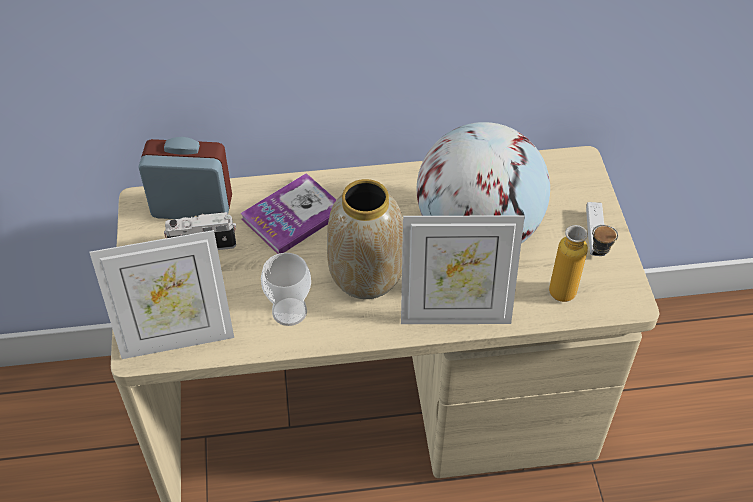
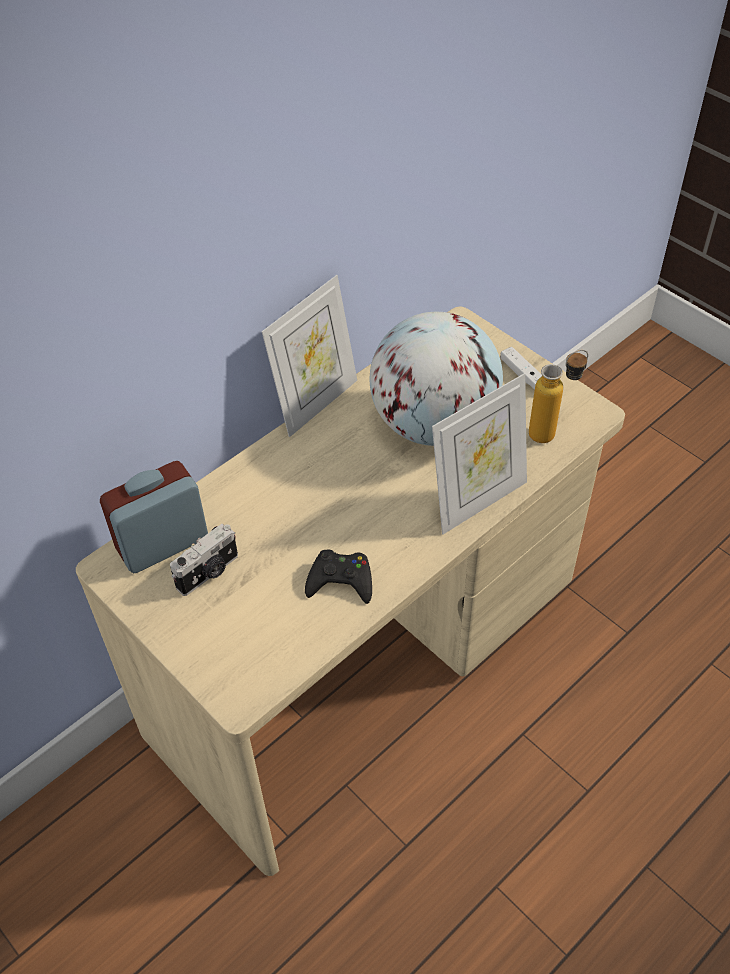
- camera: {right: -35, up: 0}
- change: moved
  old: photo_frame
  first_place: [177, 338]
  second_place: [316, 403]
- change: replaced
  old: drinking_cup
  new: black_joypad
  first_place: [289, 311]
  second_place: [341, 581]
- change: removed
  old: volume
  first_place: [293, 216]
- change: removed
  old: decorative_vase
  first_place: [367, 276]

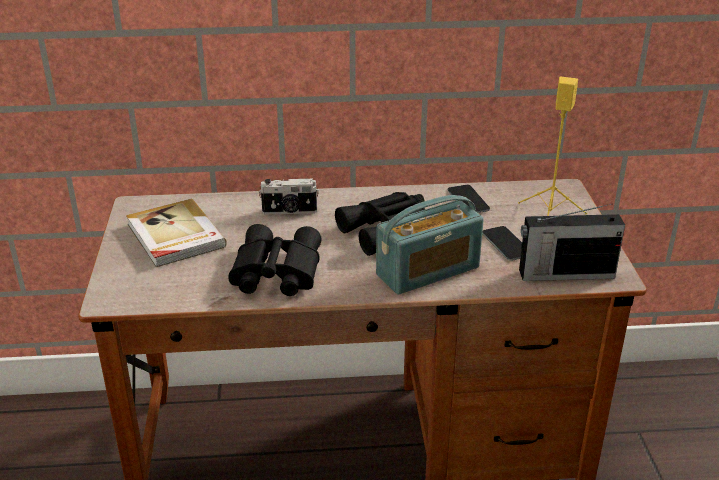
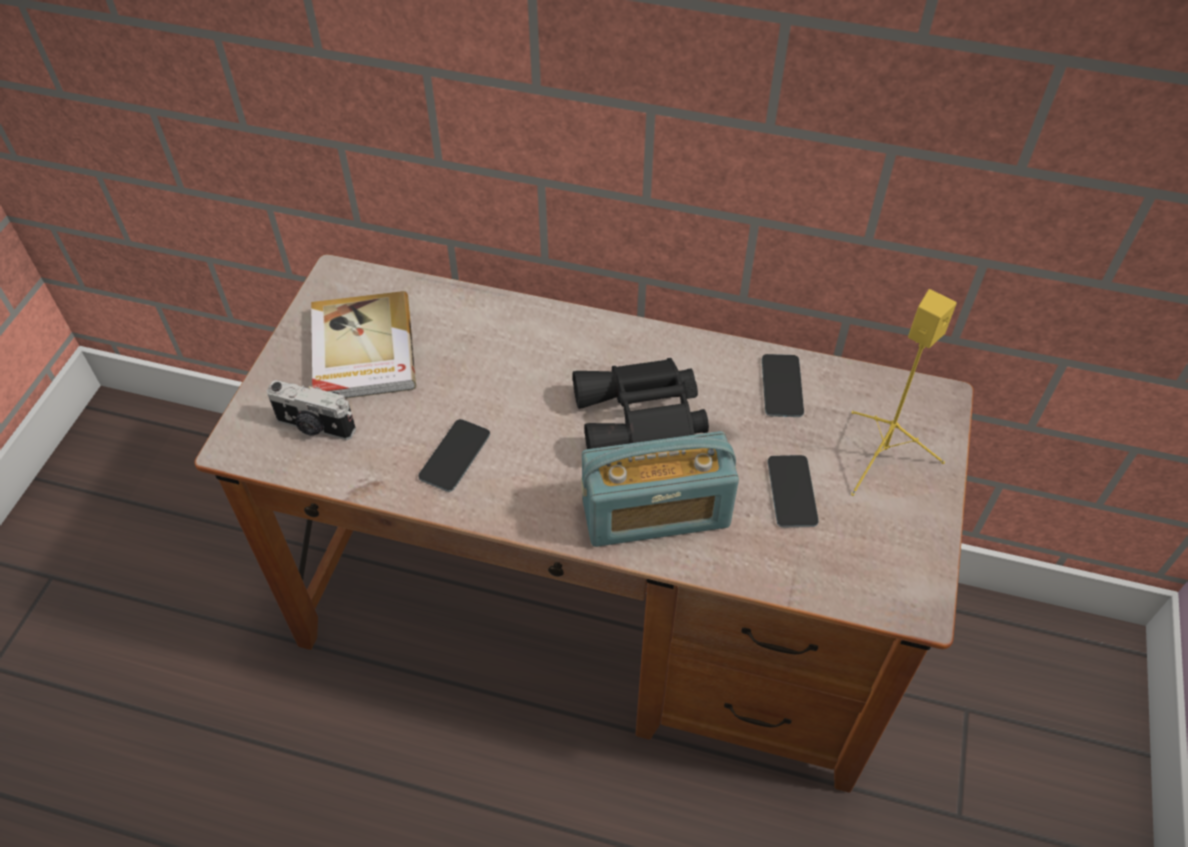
- camera: {right: 20, up: 20}
- change: moved
  old: still_camera
  first_place: [289, 211]
  second_place: [315, 427]
- change: replaced
  old: black_pair_of_binoculars
  new: telephone
  first_place: [274, 272]
  second_place: [455, 455]
- change: removed
  old: radio_set
  first_place: [564, 274]

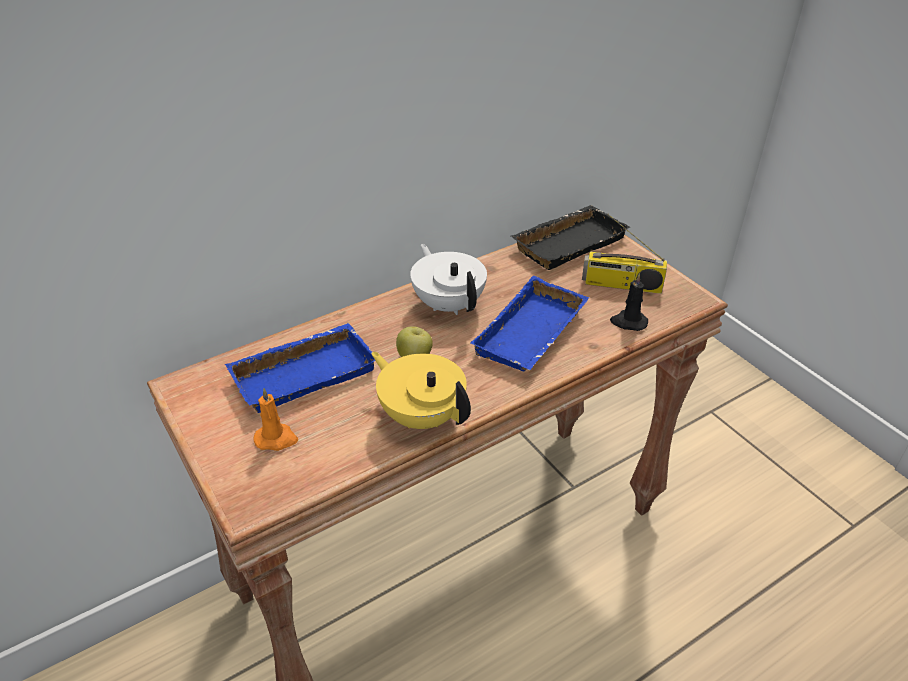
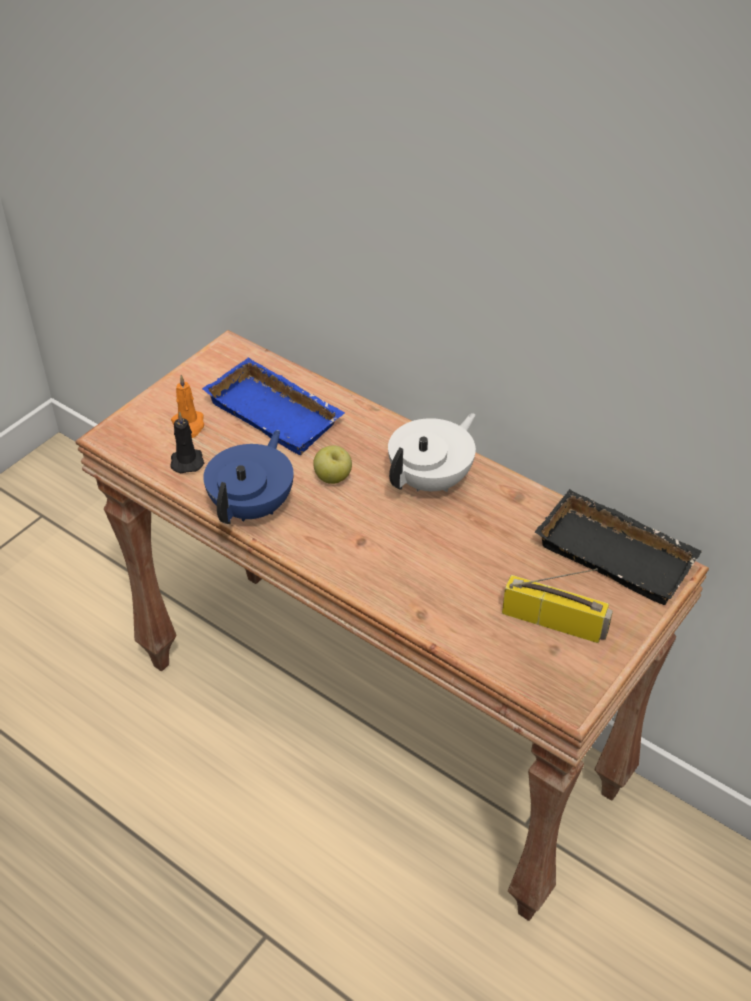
- camera: {right: 70, up: 5}
- change: moved
  old: black_wax_candle
  first_place: [628, 322]
  second_place: [187, 460]
- change: recoloured
  old: yellow_pot_for_tea
  new: blue-coloured_pot_for_tea
  first_place: [422, 415]
  second_place: [253, 506]
- change: turned
  old: radio_set
  first_place: [621, 285]
  second_place: [555, 621]
  degrees: 120
- change: removed
  old: blue-coloured_serving_tray
  first_place: [532, 335]

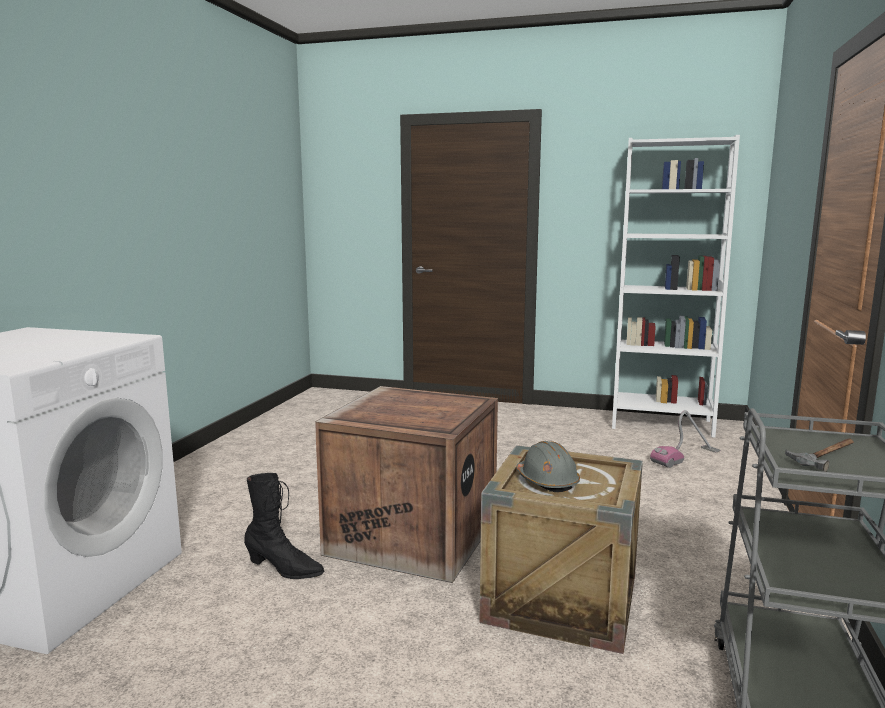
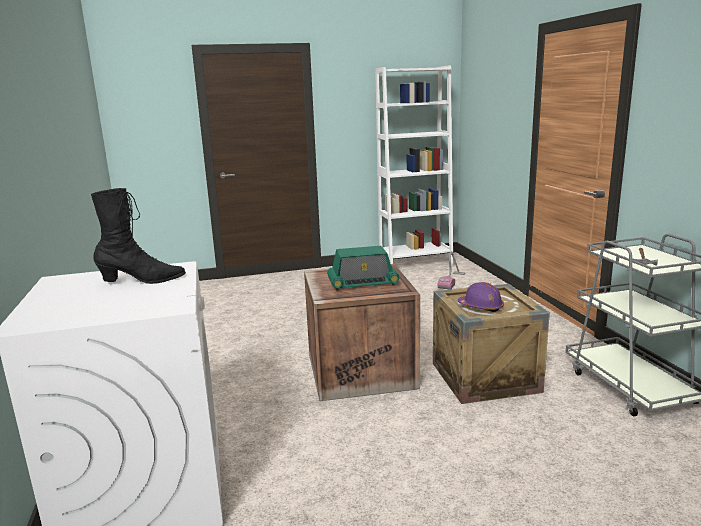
- camera: {right: -30, up: 5}
- change: moved
  old: black_high-top_boot
  first_place: [284, 569]
  second_place: [142, 281]
- change: added
  new: radio_set
  second_place: [362, 283]
- change: recoloured
  old: gray_safety_helmet
  new: purplish_safety_helmet
  first_place: [547, 481]
  second_place: [481, 307]

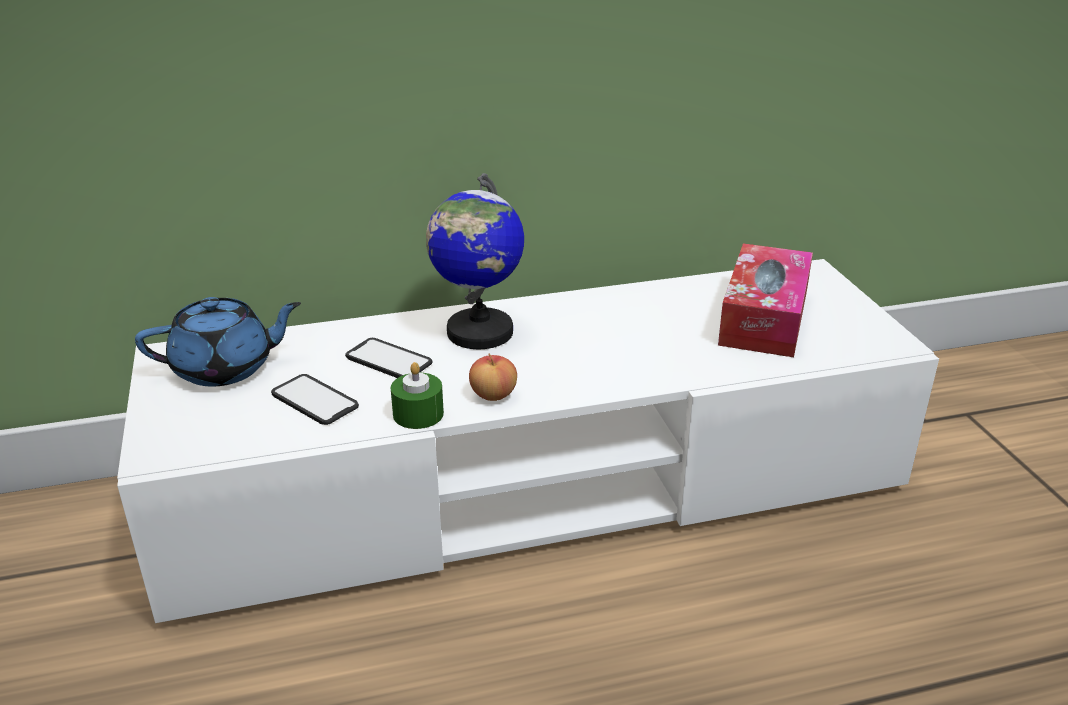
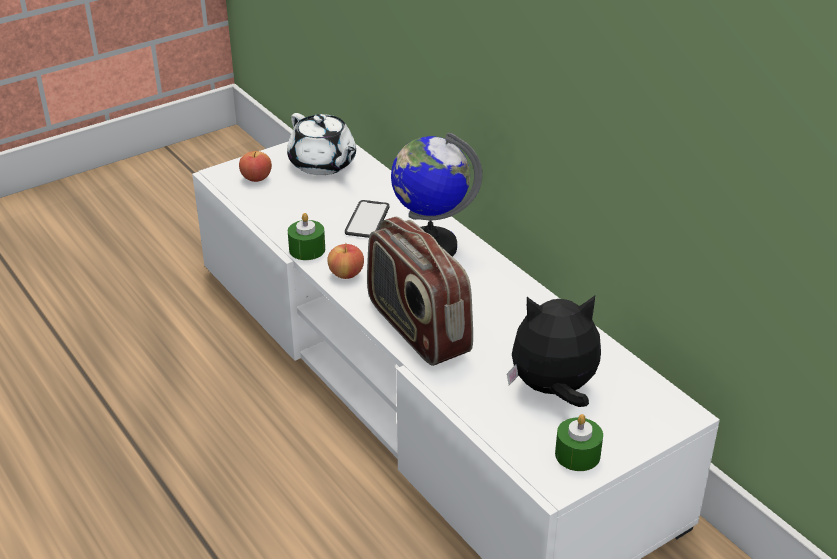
- camera: {right: 70, up: 5}
- change: added
  new: apple
  second_place: [256, 178]
- change: recoloured
  old: blue-coloured_pot_for_tea
  new: whitish_pot_for_tea
  first_place: [225, 368]
  second_place: [323, 164]
- change: added
  new: radio_set
  second_place: [417, 328]
- change: replaced
  old: tissue_box
  new: plush_toy
  first_place: [764, 318]
  second_place: [553, 390]
- change: added
  new: green_wax_candle
  second_place: [577, 455]
- change: removed
  old: telephone
  first_place: [314, 400]

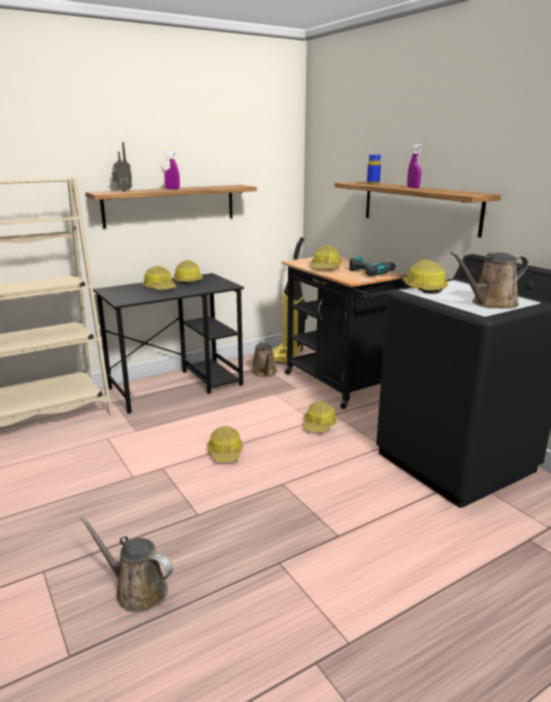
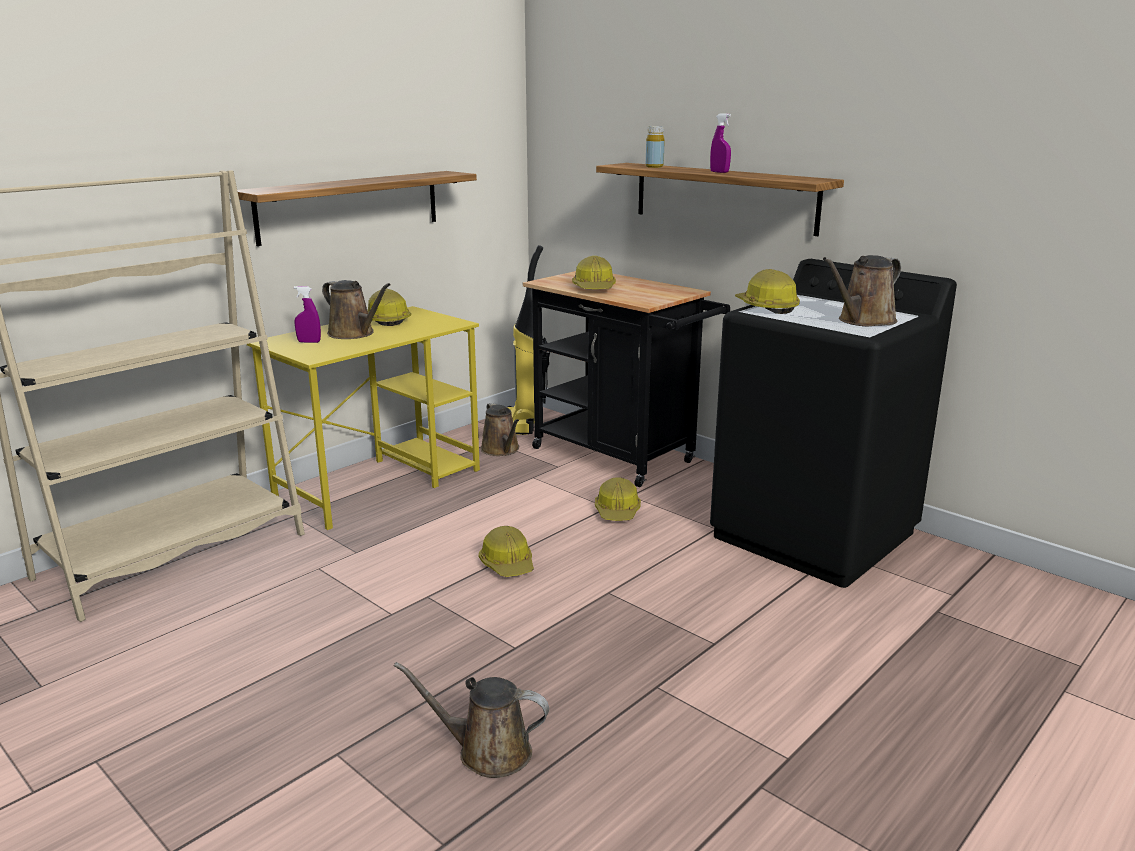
- camera: {right: -15, up: 0}
- change: recoloured
  old: black_desk_table
  new: yellow_desk_table
  first_place: [177, 386]
  second_place: [380, 483]
- change: moved
  old: purplish_hand_sprayer
  first_place: [172, 189]
  second_place: [309, 342]
- change: replaced
  old: safety_helmet
  new: brownish_watering_pot
  first_place: [160, 288]
  second_place: [354, 334]
- change: recoloured
  old: blue-coloured_bottle
  new: yellow_bottle
  first_place: [373, 184]
  second_place: [654, 167]
- change: removed
  old: radio_set
  first_place: [122, 191]
- change: removed
  old: drill
  first_place: [371, 272]

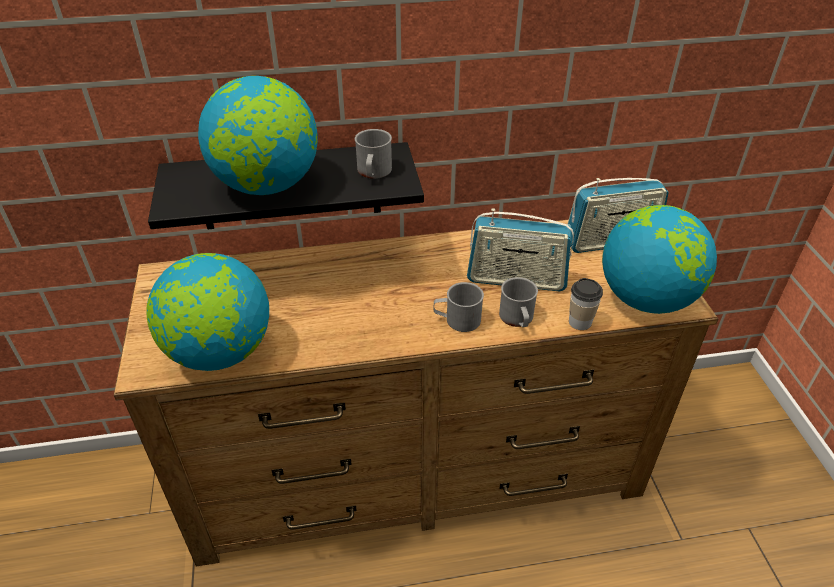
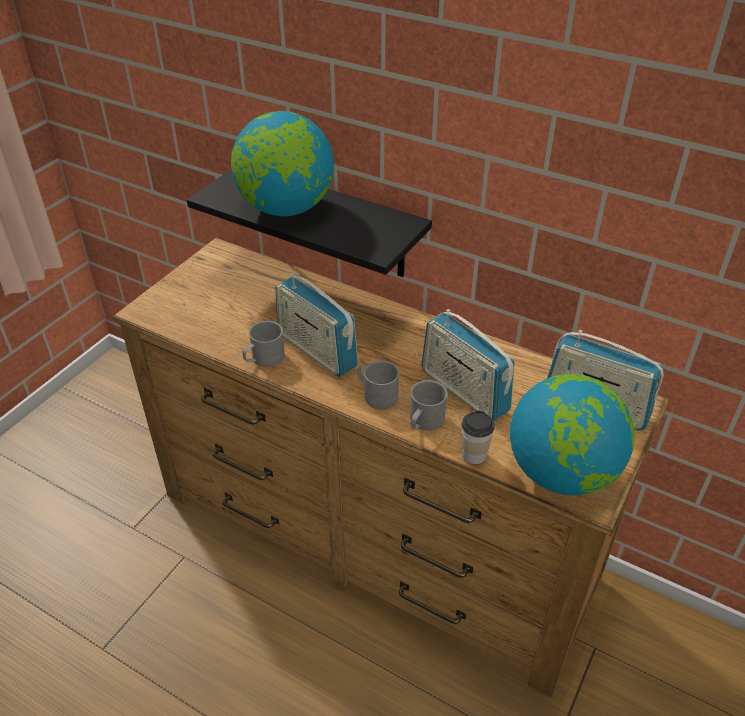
- camera: {right: 40, up: 0}
- change: moved
  old: gray_coffee_mug
  first_place: [373, 173]
  second_place: [264, 359]
- change: added
  new: radio_set
  second_place: [316, 351]
- change: removed
  old: globe
  first_place: [219, 352]

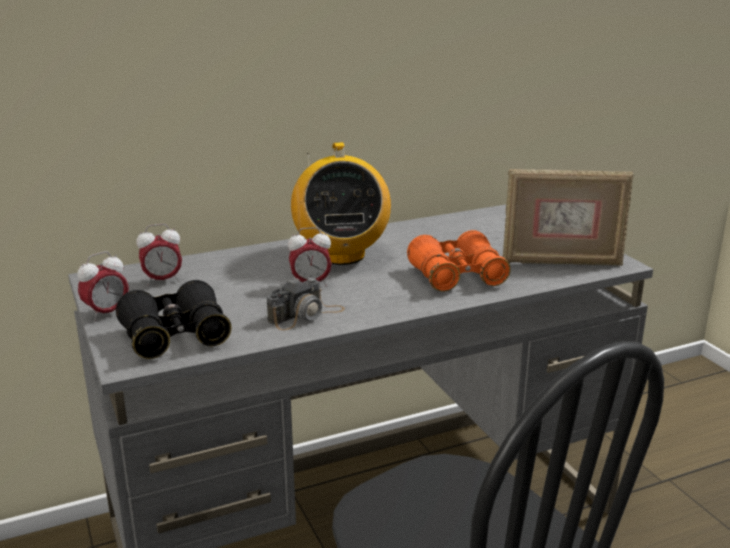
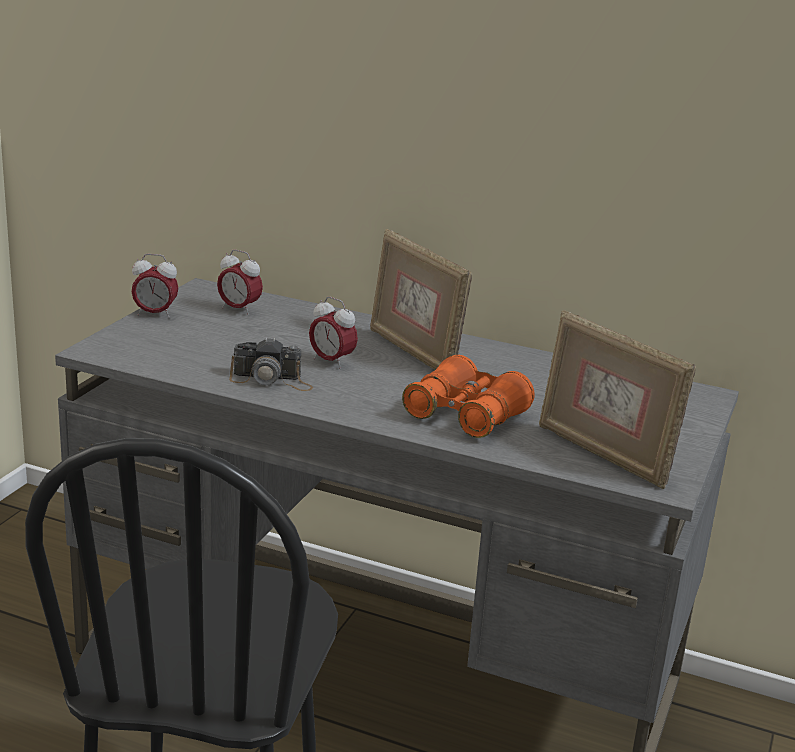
- camera: {right: 45, up: 0}
- change: replaced
  old: radio_set
  new: photo_frame
  first_place: [341, 255]
  second_place: [414, 353]
- change: removed
  old: black_pair_of_binoculars
  first_place: [175, 336]

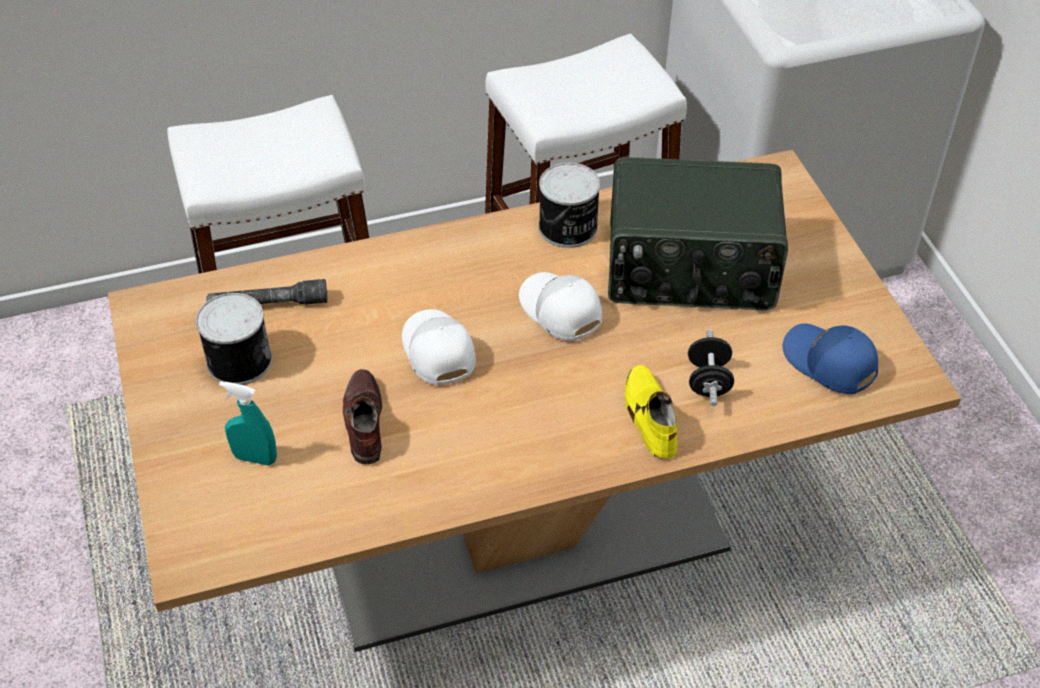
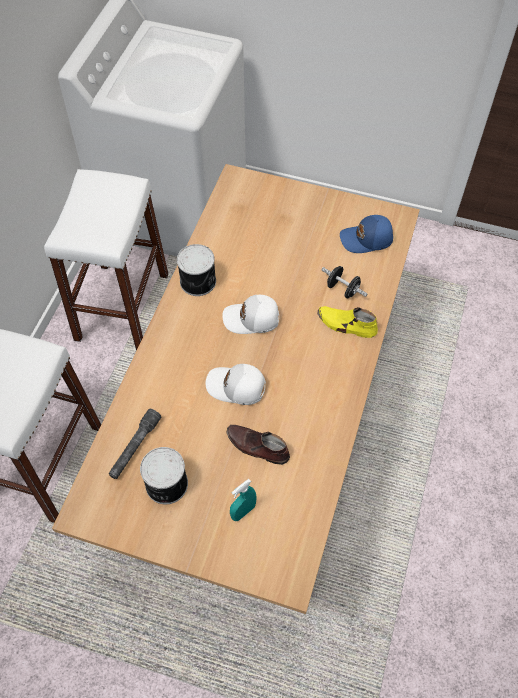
- camera: {right: -55, up: 10}
- change: removed
  old: radio_set
  first_place: [690, 269]

